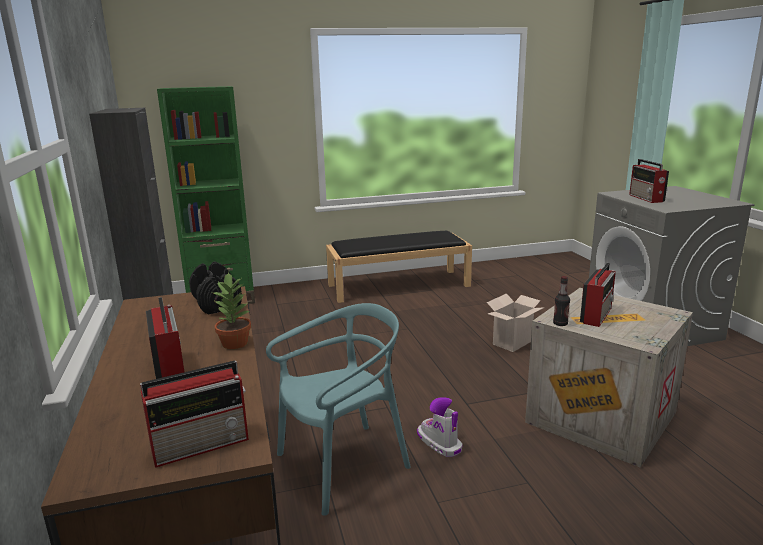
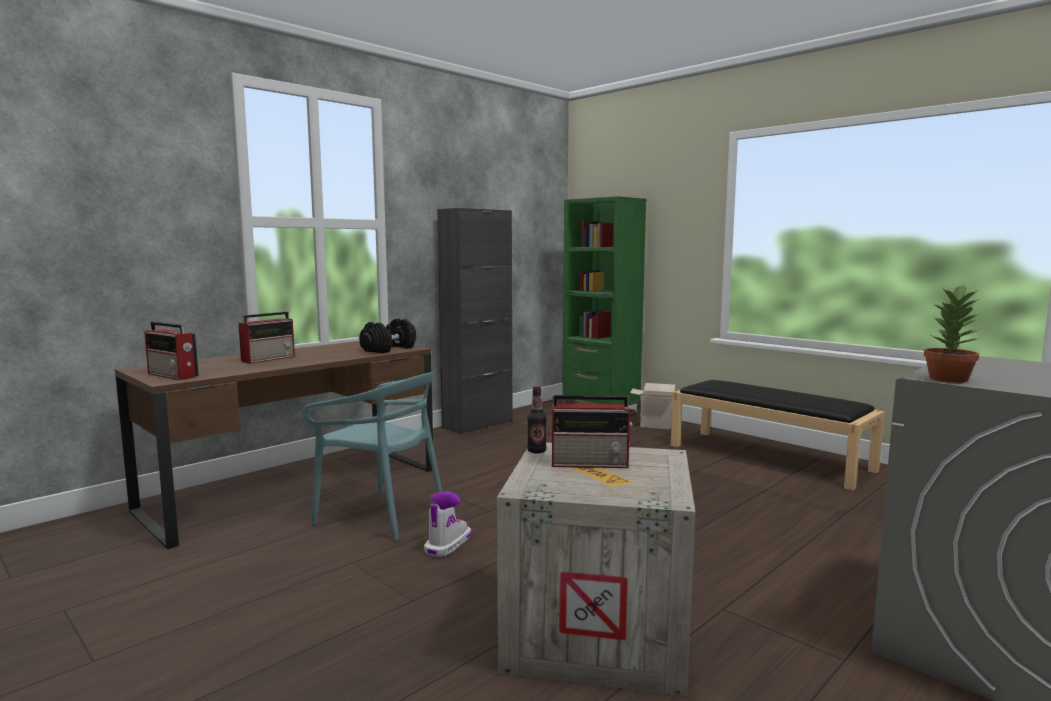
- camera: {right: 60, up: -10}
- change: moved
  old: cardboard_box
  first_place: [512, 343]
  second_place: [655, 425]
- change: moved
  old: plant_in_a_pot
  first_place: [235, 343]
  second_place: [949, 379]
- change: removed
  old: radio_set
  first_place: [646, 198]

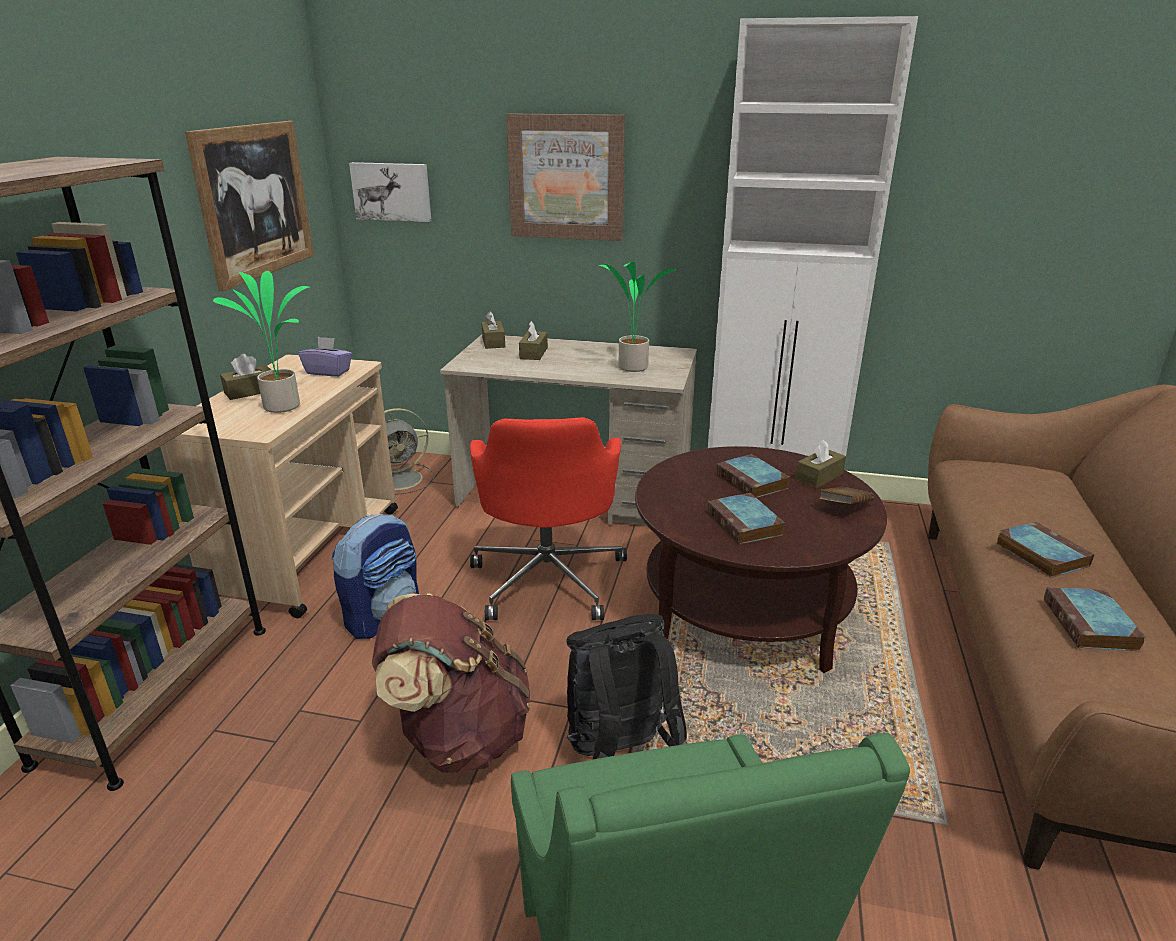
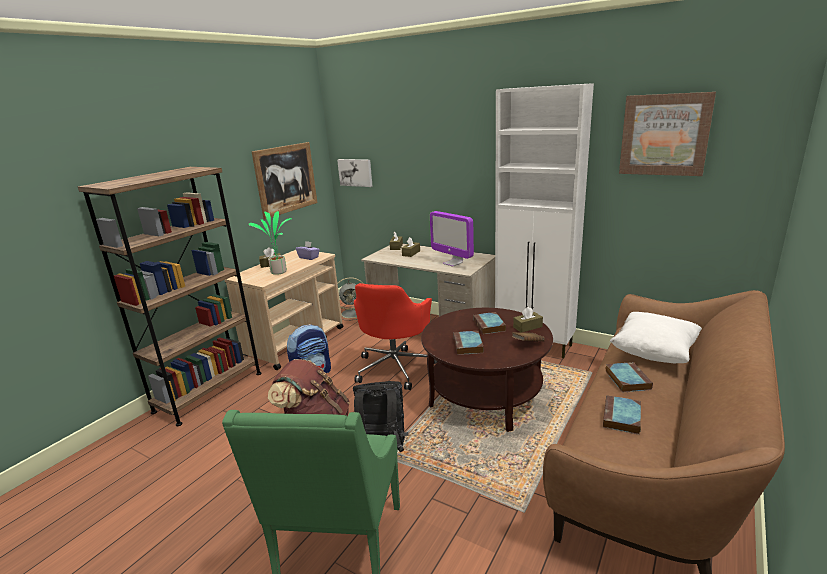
- camera: {right: 20, up: -5}
- change: replaced
  old: plant_in_a_pot
  new: monitor
  first_place: [631, 368]
  second_place: [453, 263]
- change: added
  new: whitish_pillow
  second_place: [653, 353]
- change: moved
  old: wall_picture
  first_place: [566, 177]
  second_place: [664, 135]

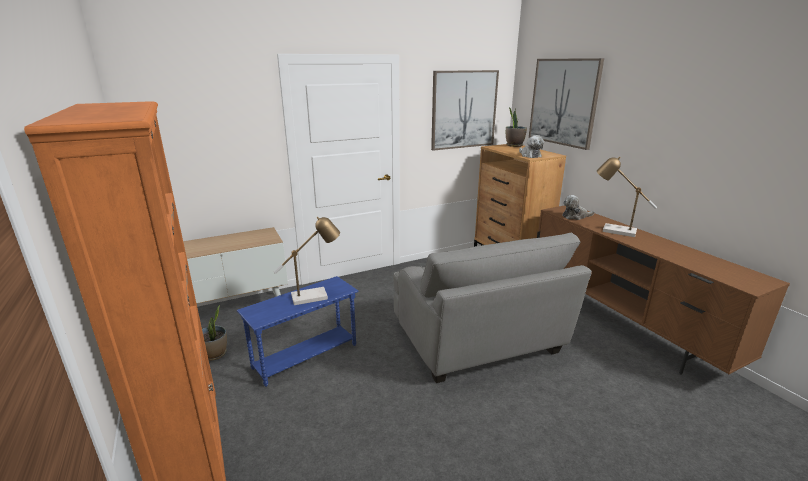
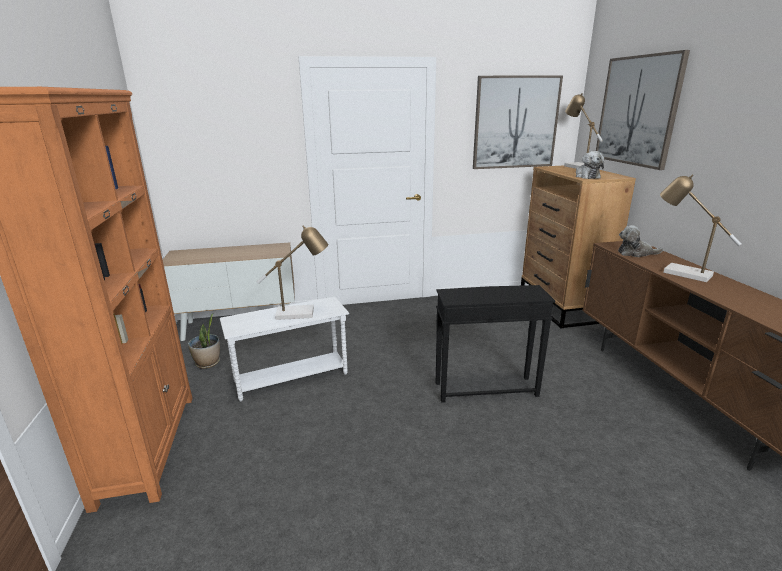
- camera: {right: 15, up: 0}
- change: recoloured
  old: blue-coloured_accent_table
  new: whitish_accent_table
  first_place: [306, 357]
  second_place: [292, 378]
- change: replaced
  old: gray_easy_chair
  new: black_accent_table
  first_place: [477, 341]
  second_place: [485, 389]
- change: replaced
  old: plant_in_a_pot
  new: lamp_for_a_table
  first_place: [514, 145]
  second_place: [576, 167]

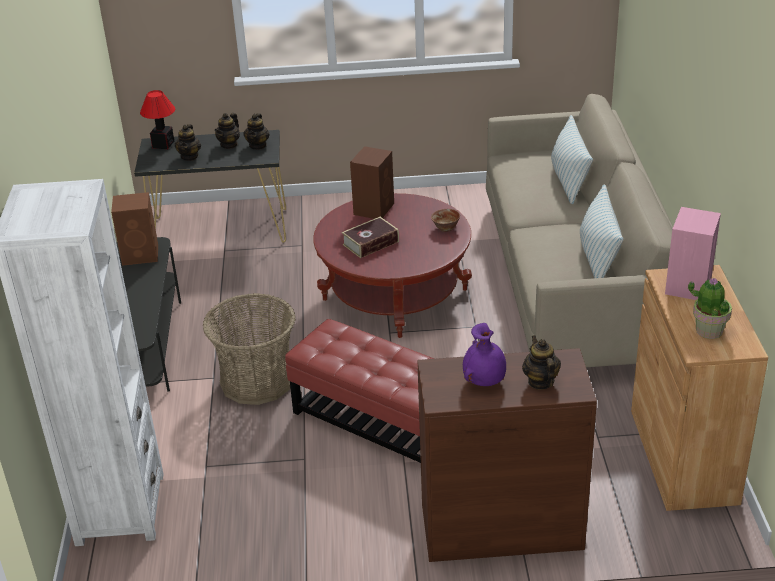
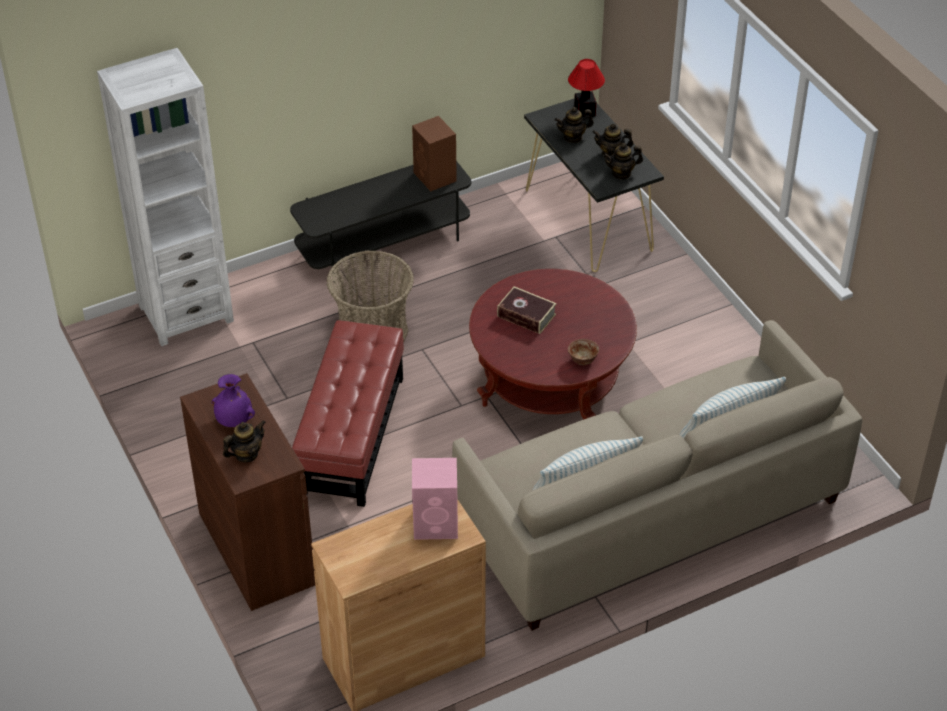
- camera: {right: 65, up: 10}
- change: removed
  old: brownish_loudspeaker
  first_place: [374, 208]
- change: removed
  old: plant_in_a_pot
  first_place: [709, 330]

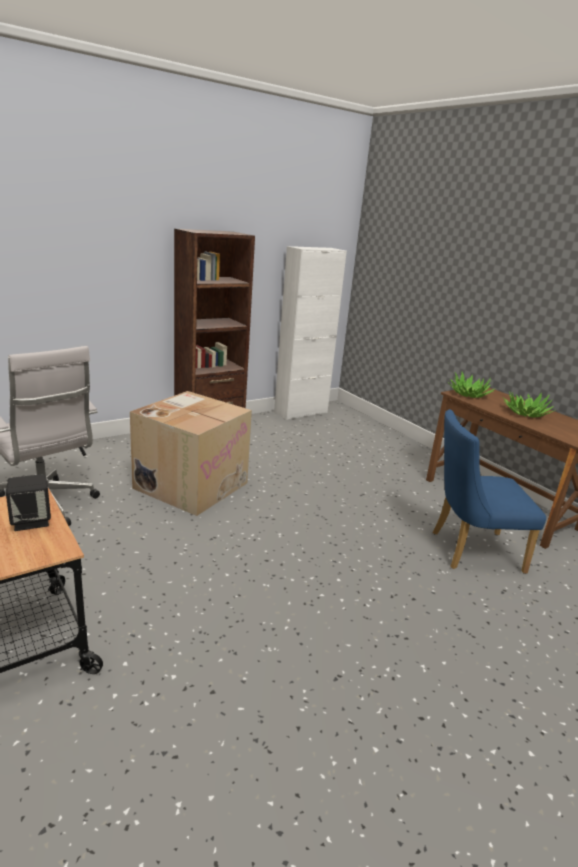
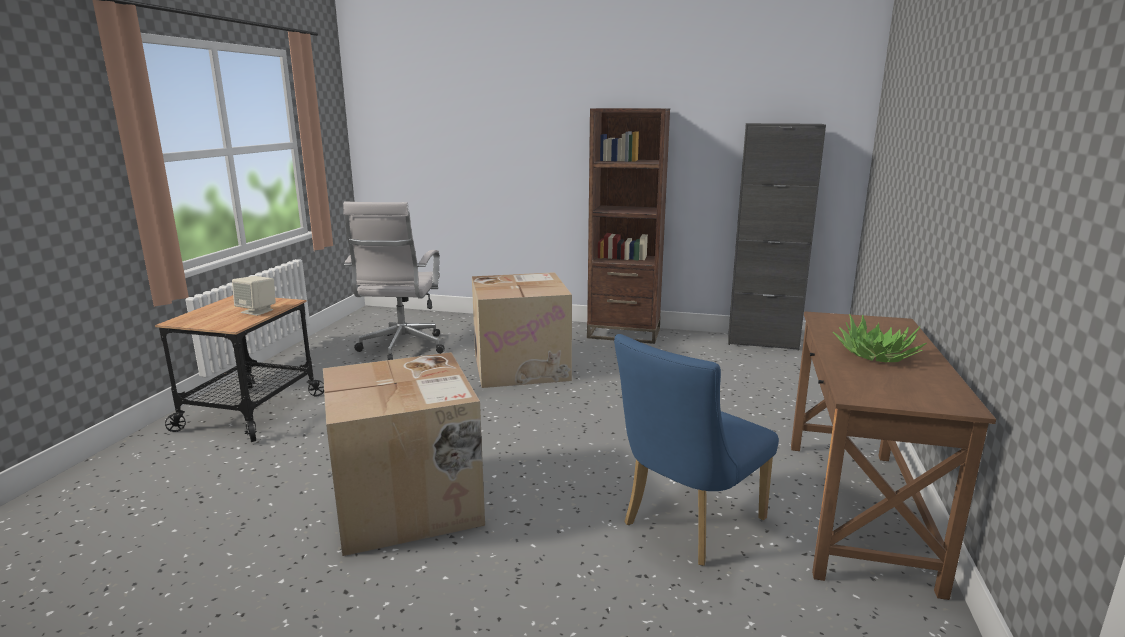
- camera: {right: 50, up: -5}
- change: recoloured
  old: black_loudspeaker
  new: beige_loudspeaker
  first_place: [31, 521]
  second_place: [257, 311]
- change: added
  new: cardboard_box
  second_place: [409, 503]
- change: turned
  old: blue-coloured_plain_chair
  first_place: [469, 551]
  second_place: [687, 525]
  degrees: -90
- change: recoloured
  old: whitish_cabinet
  new: black_cabinet
  first_place: [301, 412]
  second_place: [762, 342]
- change: removed
  old: plant_in_a_pot
  first_place: [469, 394]

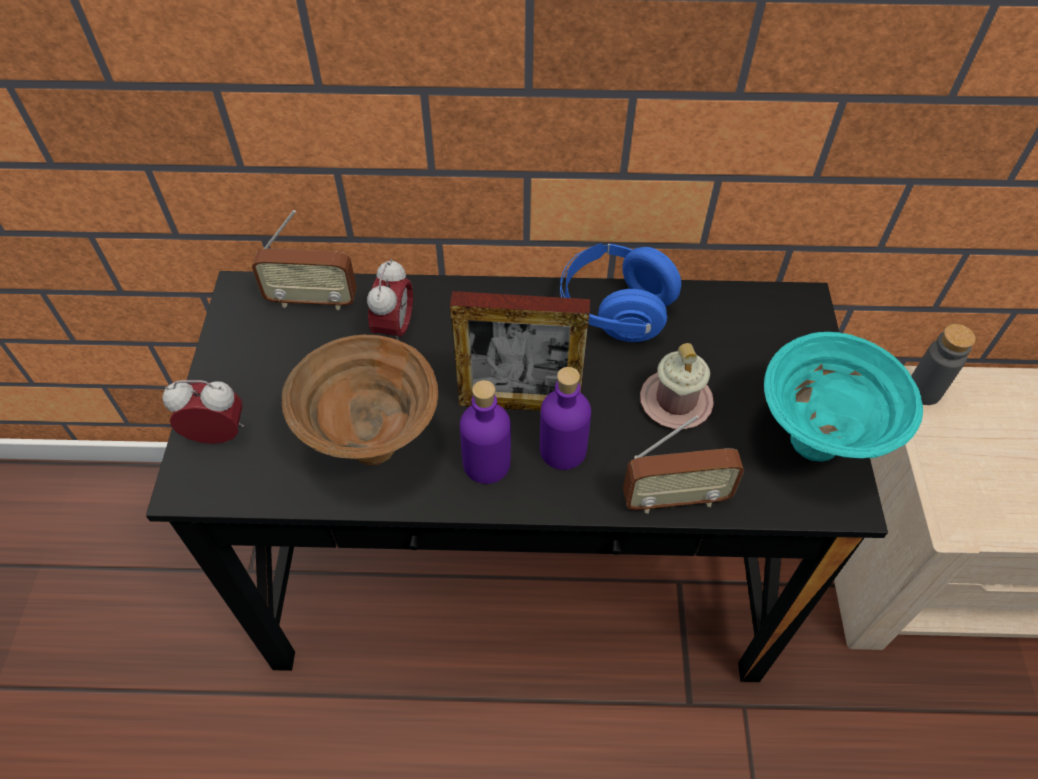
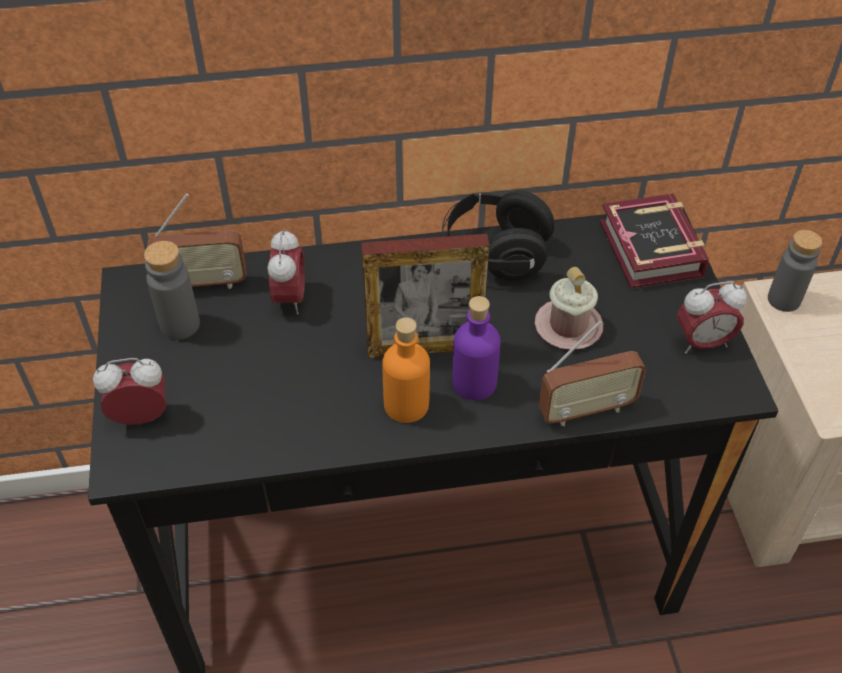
- camera: {right: -10, up: -5}
- change: added
  new: gray_bottle
  second_place: [180, 325]
- change: recoloured
  old: purplish_bottle
  new: orange_bottle
  first_place: [487, 463]
  second_place: [406, 405]
- change: recoloured
  old: blue-coloured_headphones
  new: black_headphones
  first_place: [615, 310]
  second_place: [495, 254]
- change: added
  new: volume
  second_place: [649, 253]
- change: replaced
  old: blue-green_deep_dish
  new: table_clock
  first_place: [818, 441]
  second_place: [702, 343]
- change: removed
  old: brownish_deep_dish
  first_place: [370, 443]

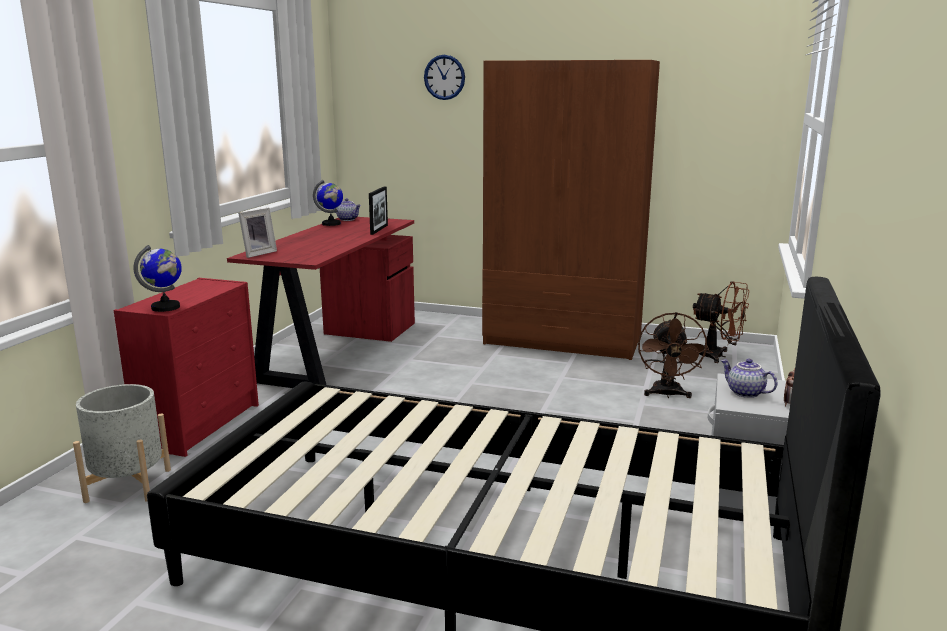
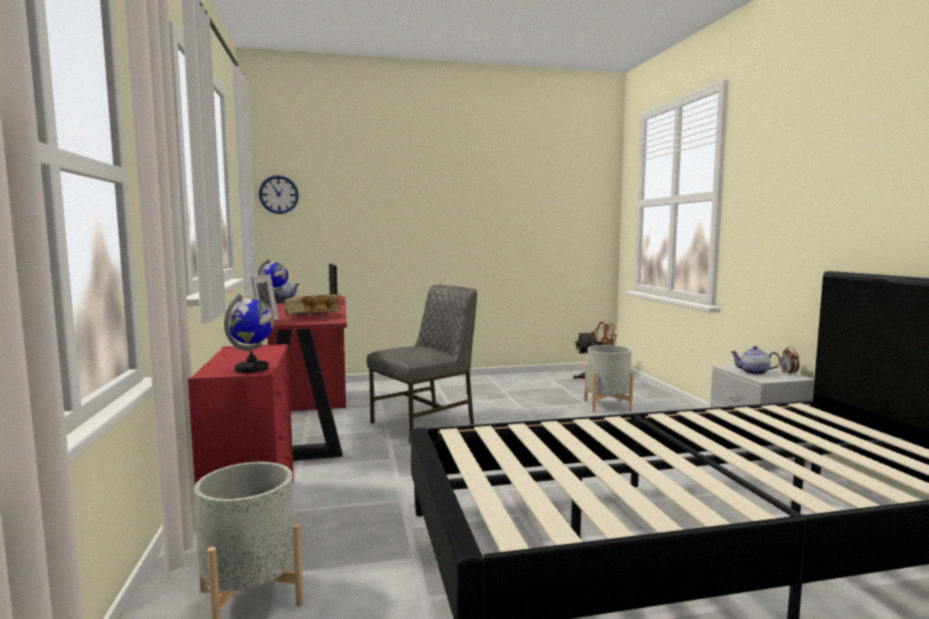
- camera: {right: -30, up: -10}
- change: moved
  old: wall_clock
  first_place: [444, 77]
  second_place: [278, 194]
- change: added
  new: volume
  second_place: [313, 316]
- change: added
  new: gray_plain_chair
  second_place: [425, 423]
- change: replaced
  old: brownish_cooling_fan
  new: gray_plant_pot
  first_place: [667, 394]
  second_place: [607, 406]
- change: removed
  old: brownish_wardrobe
  first_place: [563, 339]

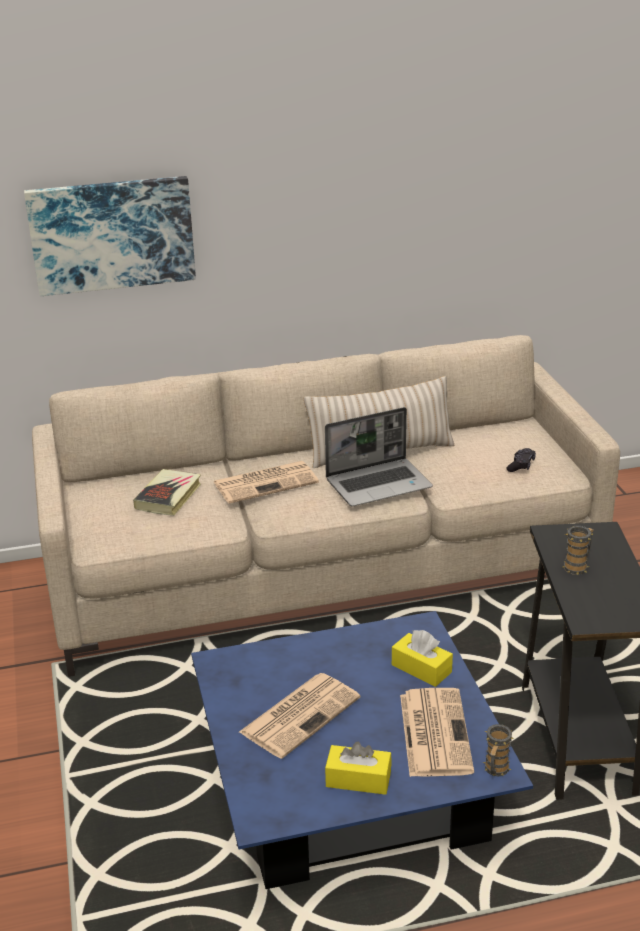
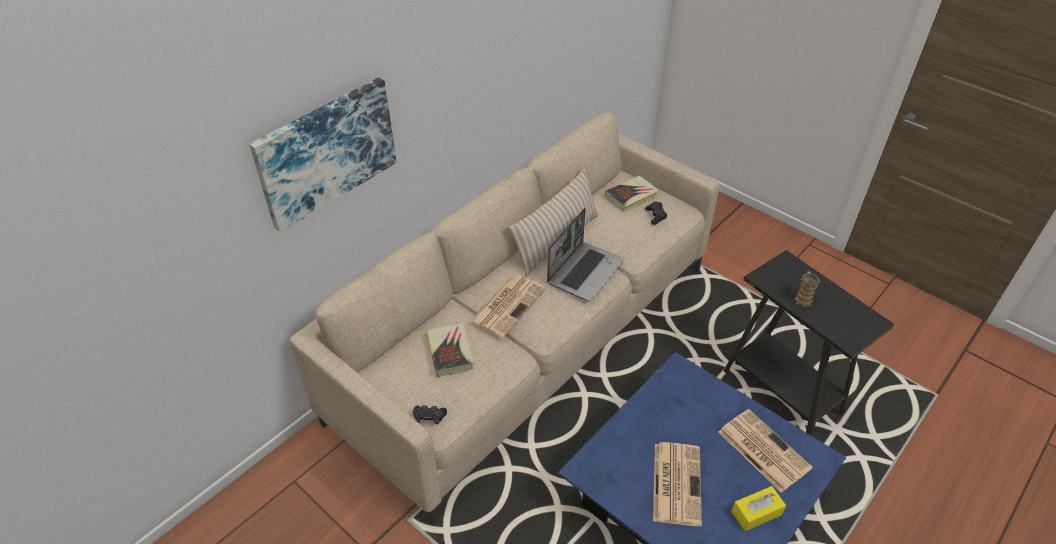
- camera: {right: -35, up: 15}
- change: added
  new: black_joypad
  second_place: [429, 417]
- change: added
  new: volume
  second_place: [631, 196]
- change: removed
  old: yellow_tissue_box
  first_place: [421, 668]
- change: removed
  old: coffee_mug
  first_place: [495, 771]

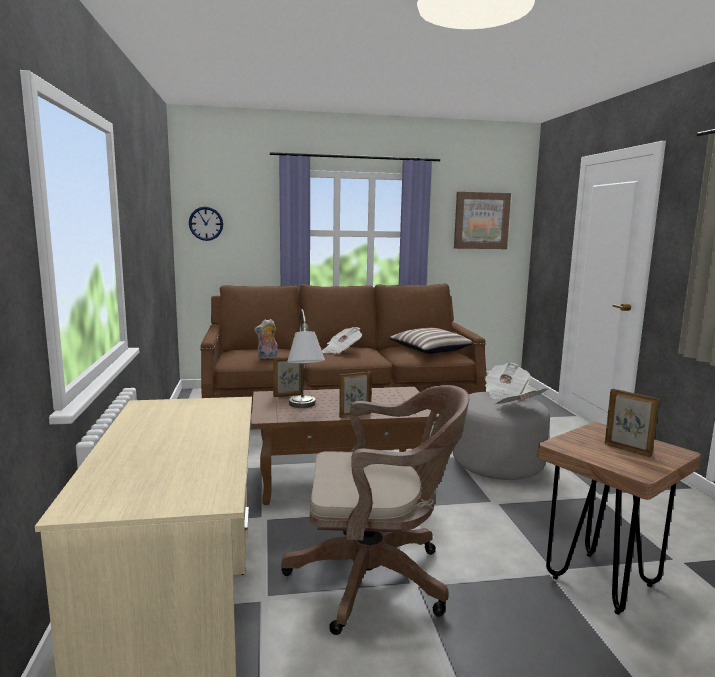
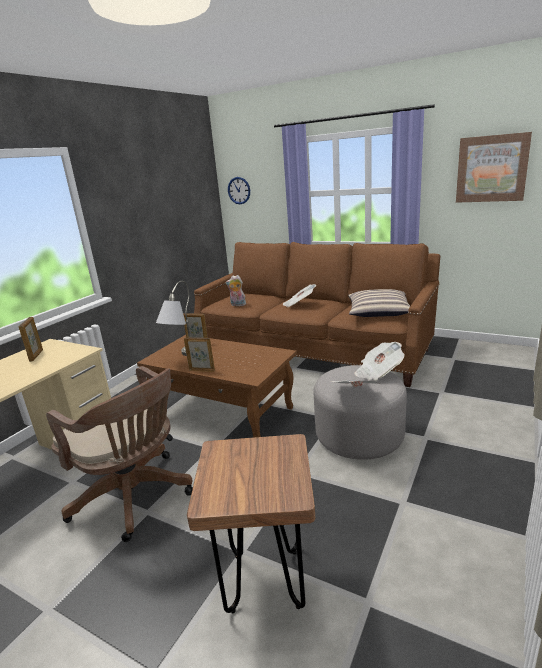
- camera: {right: 40, up: 10}
- change: moved
  old: photo_frame
  first_place: [627, 450]
  second_place: [36, 355]

